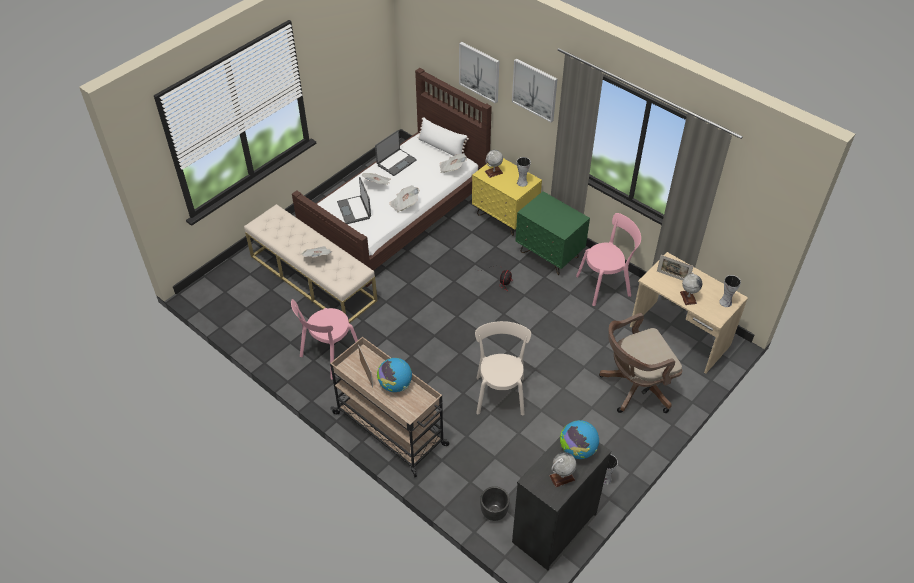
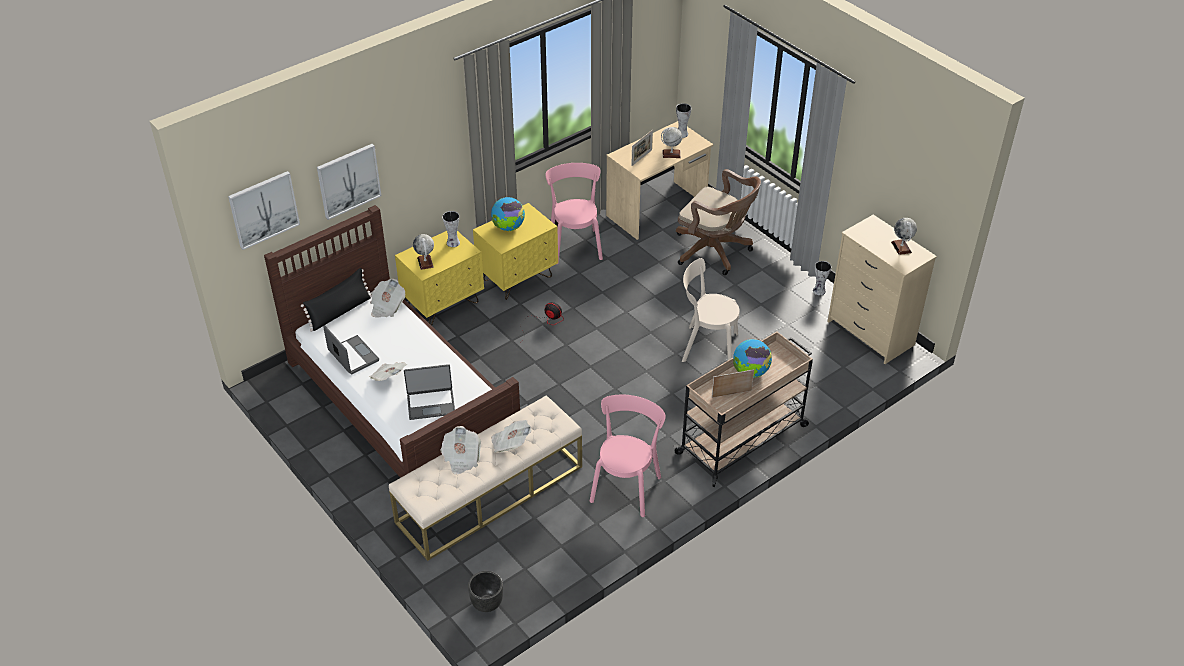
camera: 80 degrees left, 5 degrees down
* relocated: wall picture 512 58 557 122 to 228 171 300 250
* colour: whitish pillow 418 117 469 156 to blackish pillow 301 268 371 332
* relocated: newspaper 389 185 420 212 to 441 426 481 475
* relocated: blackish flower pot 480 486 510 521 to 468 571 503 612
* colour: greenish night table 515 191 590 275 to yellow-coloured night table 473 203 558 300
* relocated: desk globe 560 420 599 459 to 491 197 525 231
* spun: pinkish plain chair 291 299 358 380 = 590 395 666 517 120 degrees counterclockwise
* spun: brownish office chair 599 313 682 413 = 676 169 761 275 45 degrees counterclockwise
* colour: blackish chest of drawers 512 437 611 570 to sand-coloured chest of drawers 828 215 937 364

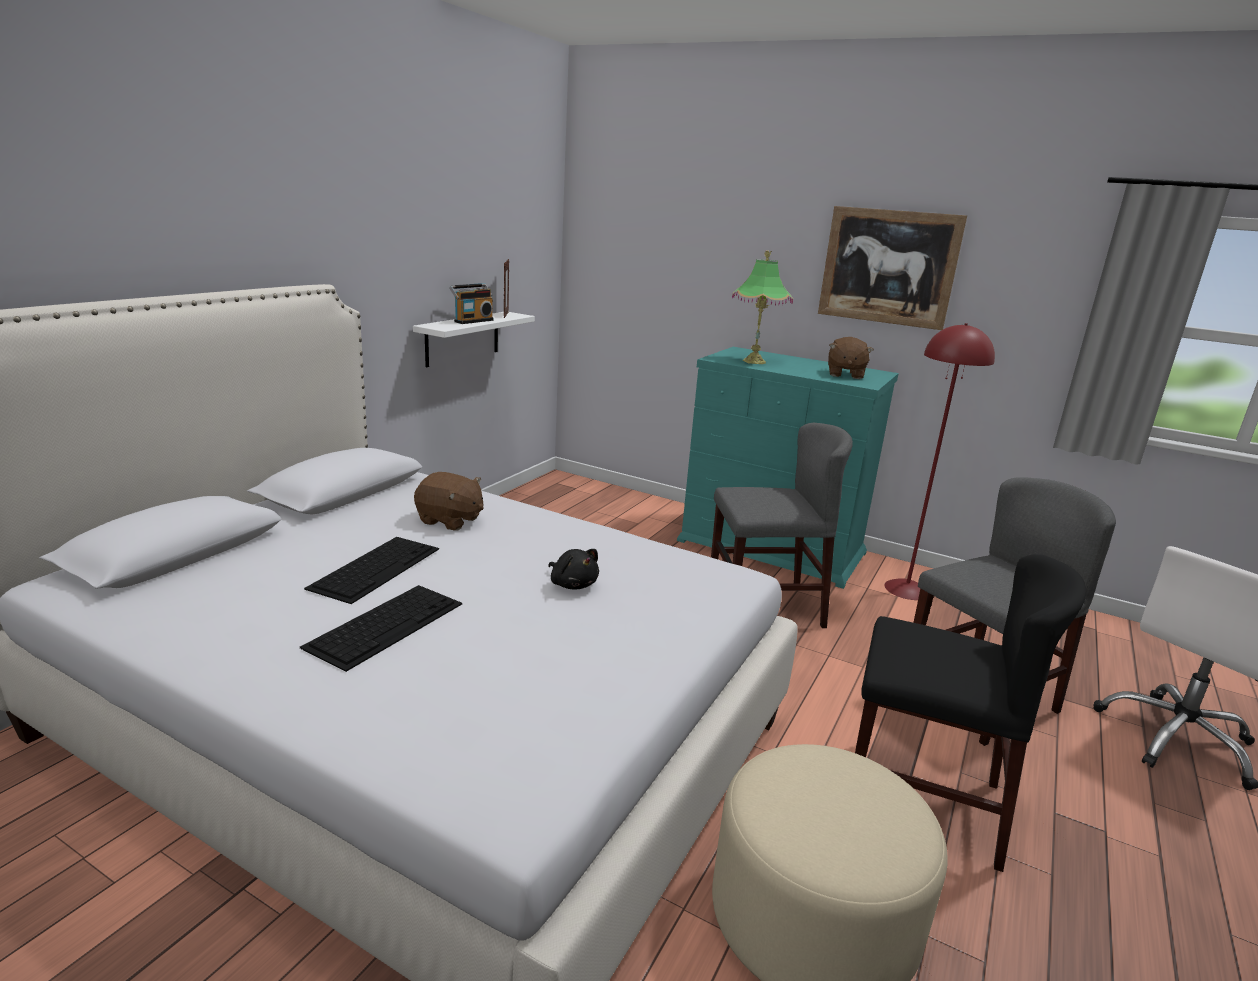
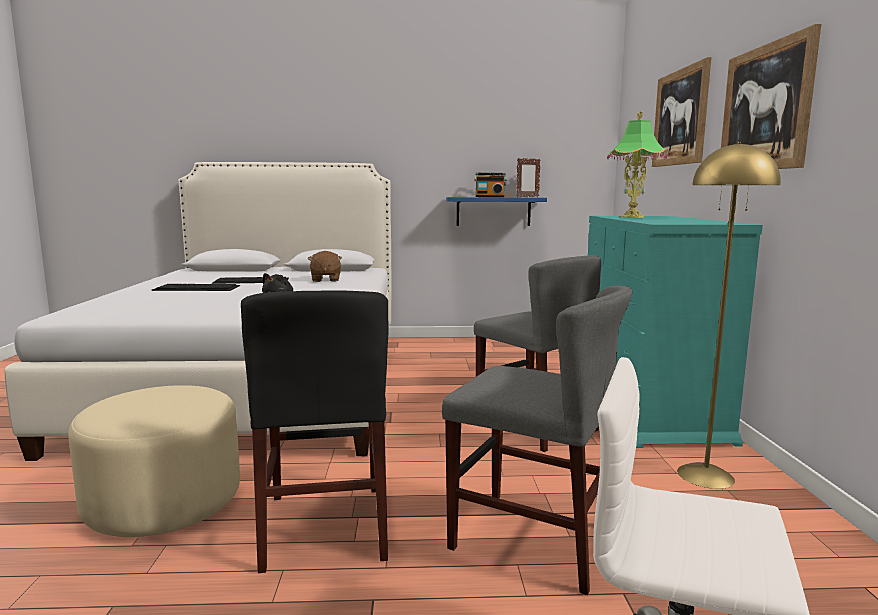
camera: 60 degrees right, 10 degrees down
* colour: whitish bracket shelf 413 312 535 367 to bluish bracket shelf 446 197 547 226
* appeared: wall picture 652 57 711 167
* colour: red floor lamp 884 323 995 600 to yellow-coloured floor lamp 677 142 781 489
* missing: brownish cuddly toy 828 337 874 379

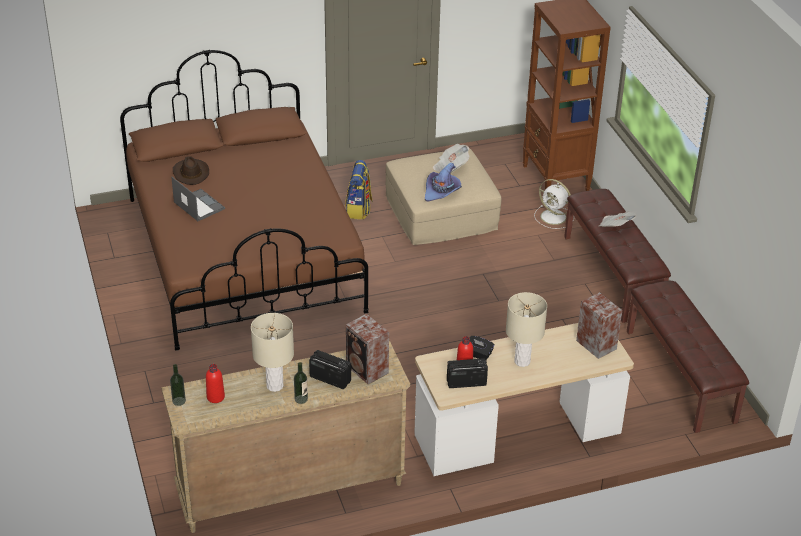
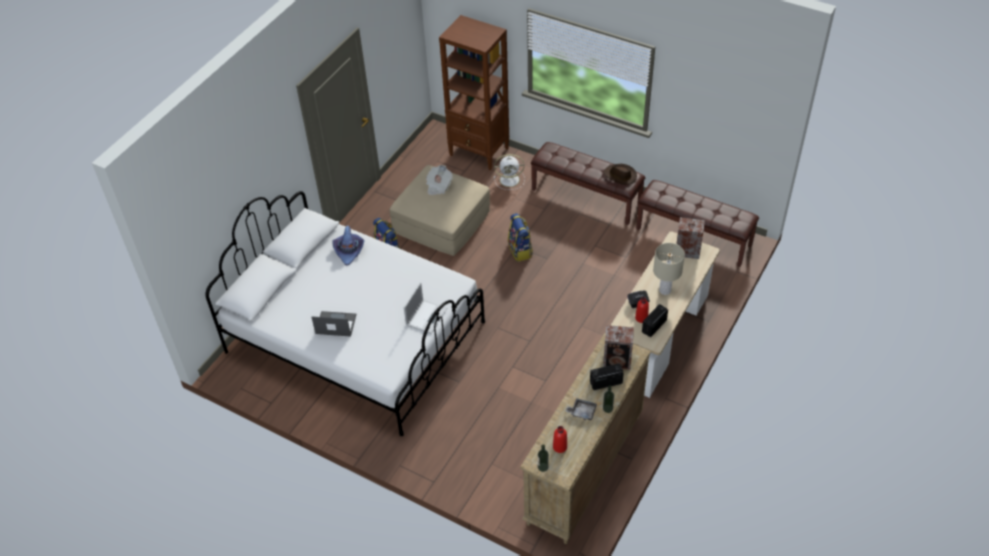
camera: 40 degrees left, 10 degrees up
* colour: brownish bedroom bed 120 50 369 351 to whitish bedroom bed 205 191 485 436
* relocated: purple wearable hat 425 163 462 201 to 332 226 365 265
* appeared: notebook computer 403 282 447 334
* appeared: knapsack 508 213 533 262
* exchanged: sand-coloured lamp for a table 251 313 294 392 to grey serving tray 565 398 597 420
* relocated: brownish wearable hat 173 156 209 185 to 604 164 637 185
* missing: newspaper 599 211 637 227

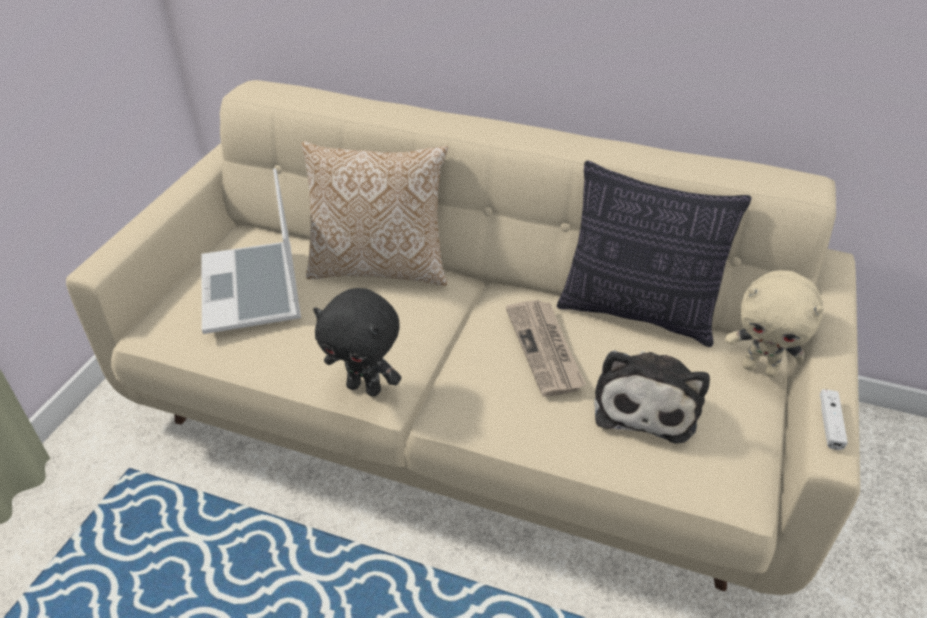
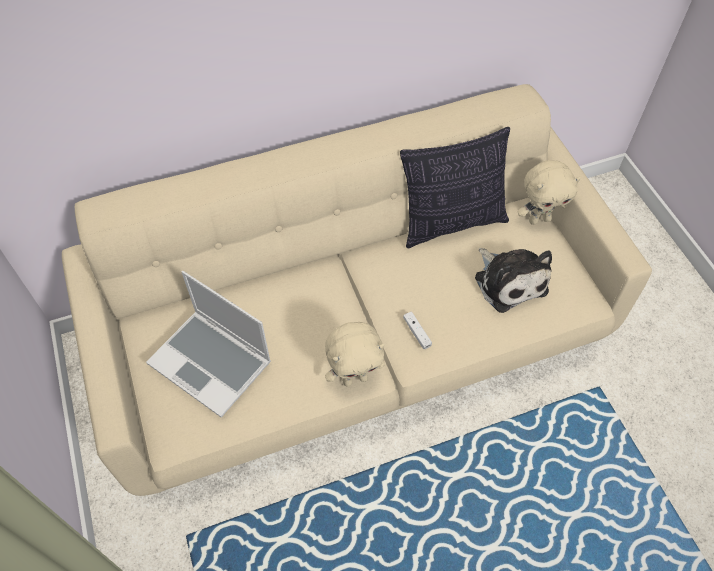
camera: 40 degrees left, 15 degrees up
* colour: blackish cuddly toy 313 288 401 397 to sand-coloured cuddly toy 325 322 385 387
* relocated: whitish joypad 820 389 848 450 to 403 312 432 349
* missing: pillow 301 142 448 286
* missing: newspaper 506 300 586 397

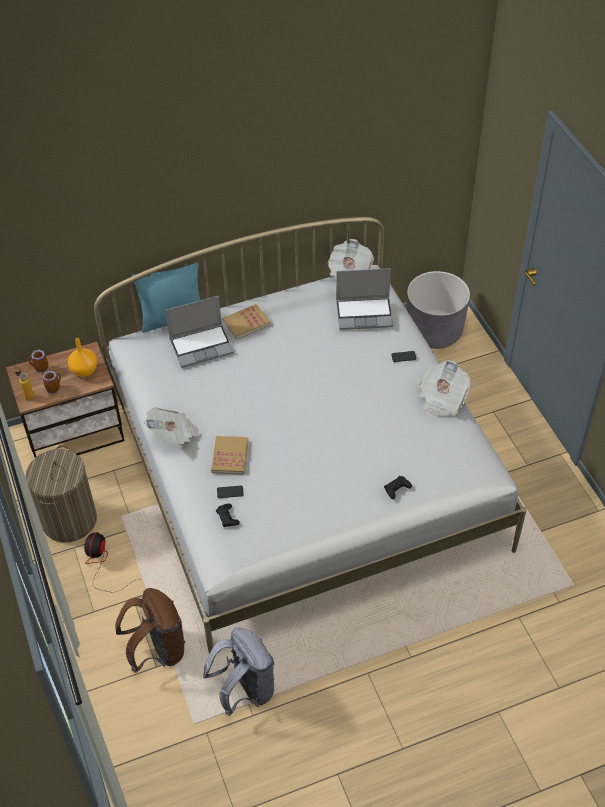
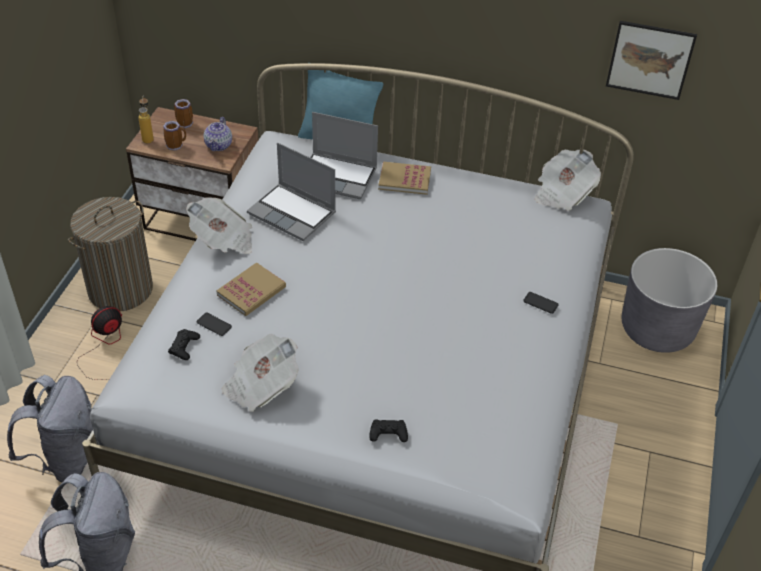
camera: 35 degrees right, 5 degrees down
* colour: brownish knapsack 116 588 185 673 to grey knapsack 7 375 93 482
* exchanged: orange vase 68 338 97 377 to teapot 204 117 232 151
* relocated: newspaper 420 360 471 417 to 222 334 299 412
* relocated: notebook computer 336 268 393 330 to 247 143 336 241
* appeared: wall picture 606 21 697 100

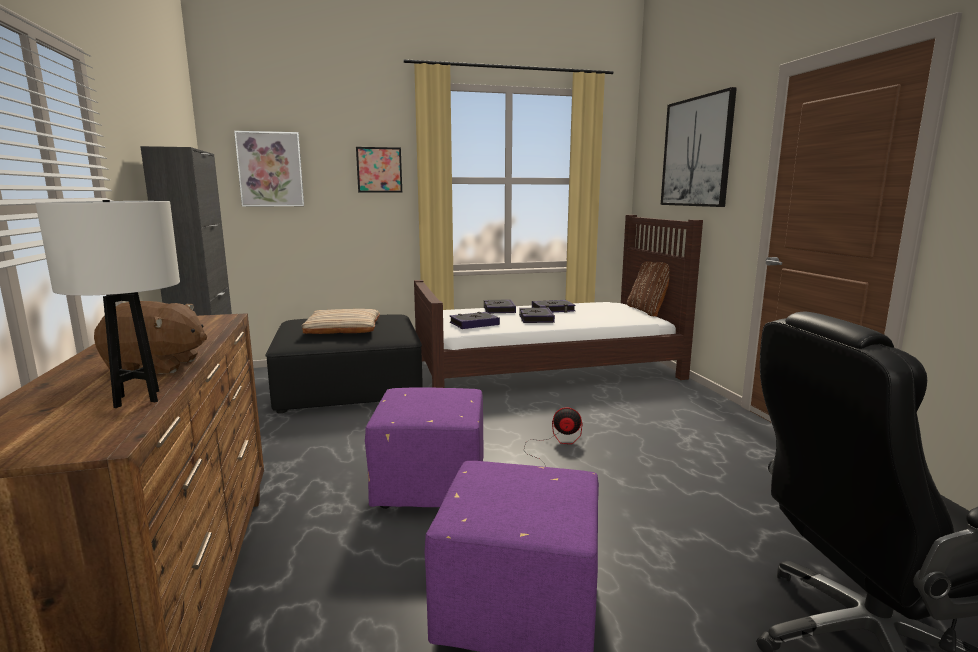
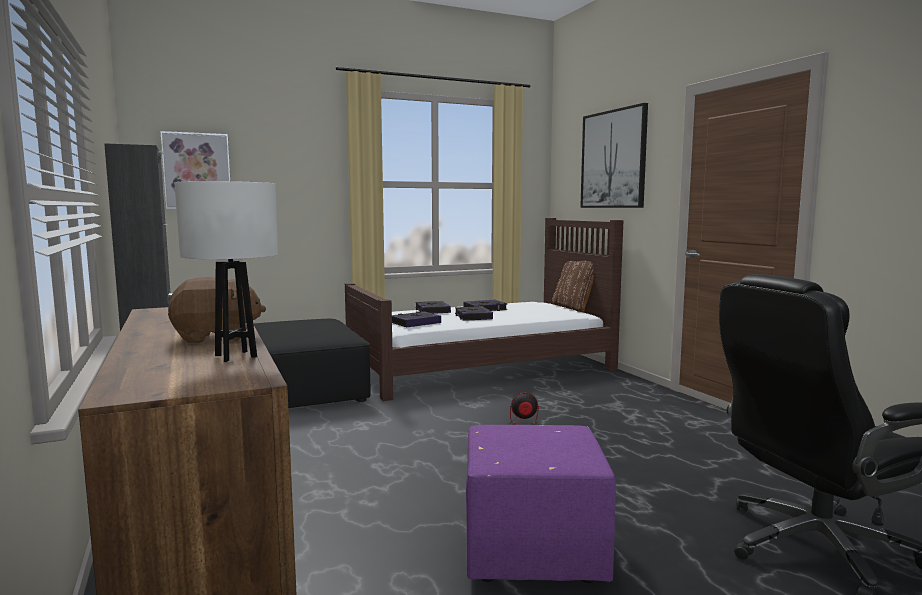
camera: 10 degrees left, 5 degrees down
* missing: sand-coloured pillow 302 309 380 334
* missing: wall picture 356 147 402 192
* missing: purple pouffe 365 387 483 509

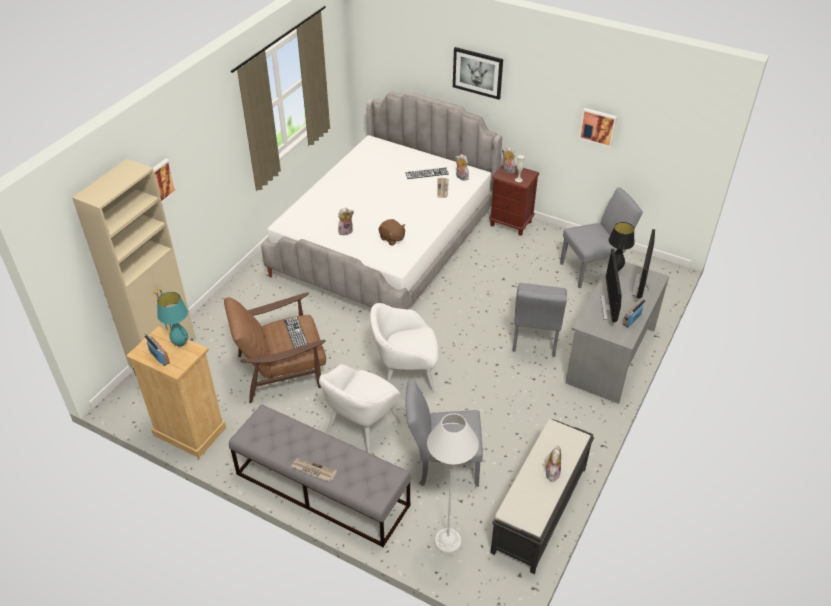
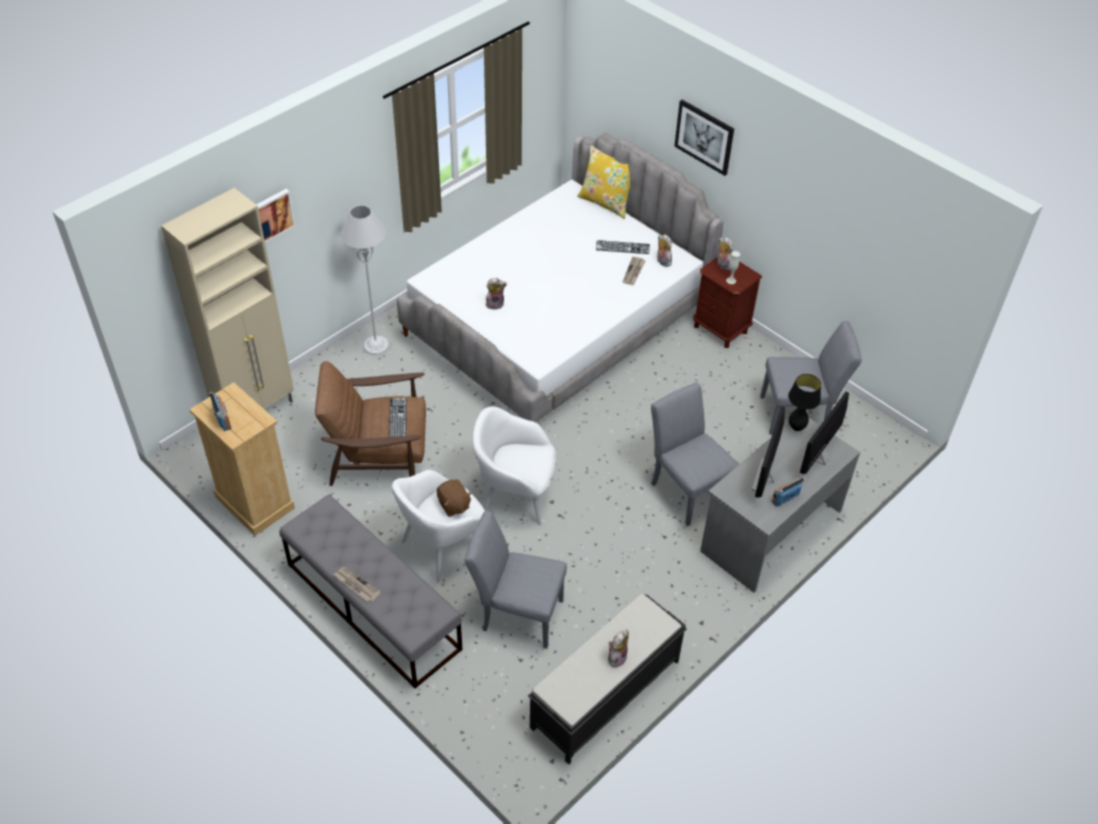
camera: 15 degrees right, 5 degrees up
* relocated: grey floor lamp 427 413 479 554 to 340 205 389 355
* relocated: brownish cuddly toy 379 219 405 245 to 437 480 472 516
* appeared: yellow-coloured pillow 577 145 630 219
* spun: grey plain chair 513 283 567 357 = 651 382 739 526 120 degrees clockwise
* missing: turquoise lamp for a table 157 292 188 347
* missing: wall picture 579 108 617 148

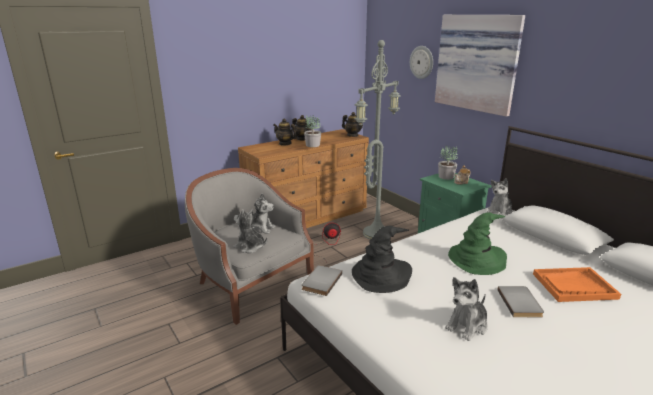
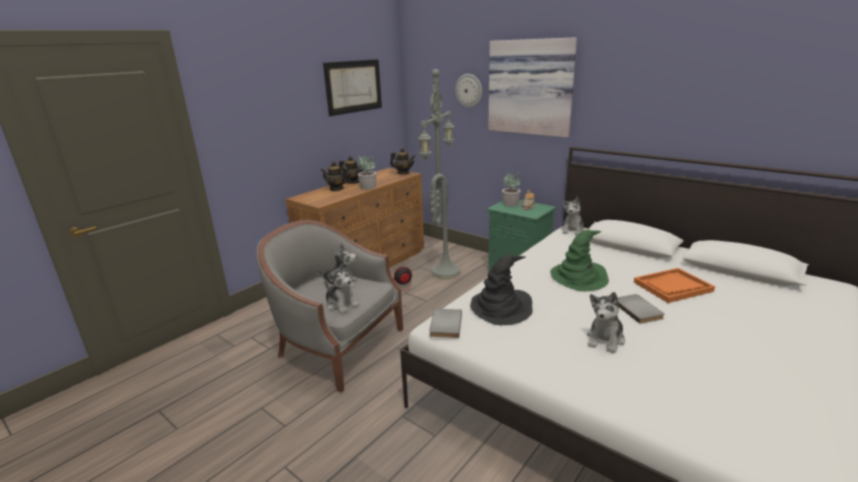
camera: 15 degrees left, 0 degrees up
* appeared: wall picture 323 59 382 116
* spun: cuddly toy 233 209 267 253 = 325 263 359 314 150 degrees counterclockwise

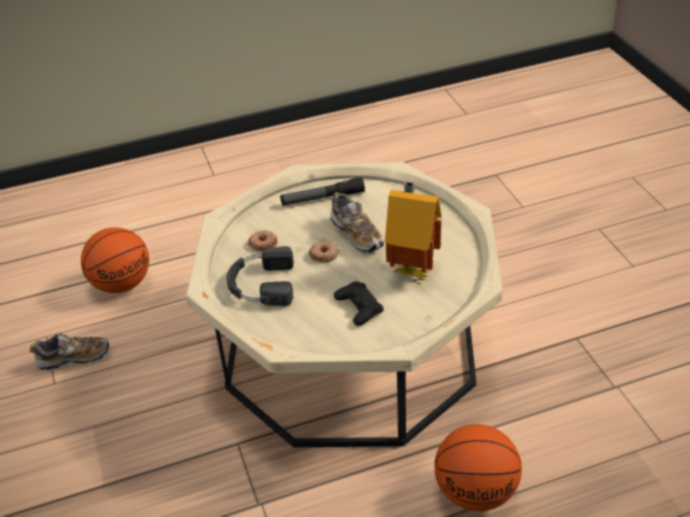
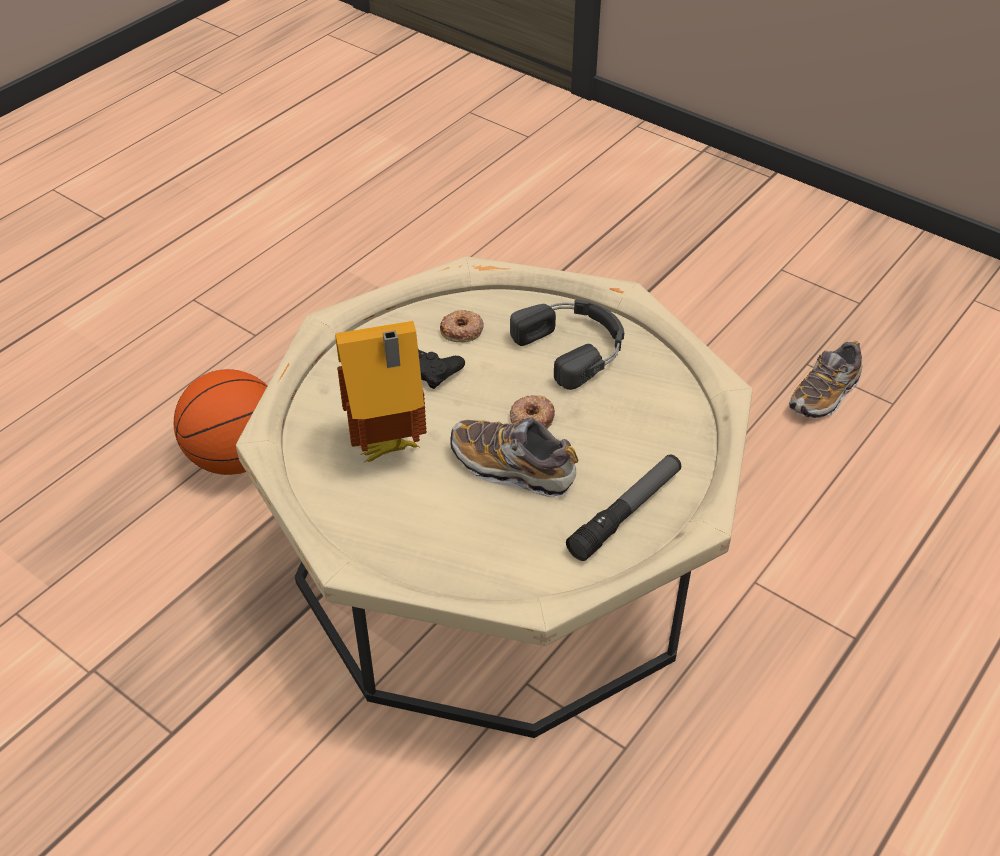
camera: 145 degrees right, 5 degrees up
* relocated: ring doughnut 248 230 277 252 to 440 310 484 342
* missing: basketball 81 227 149 293

